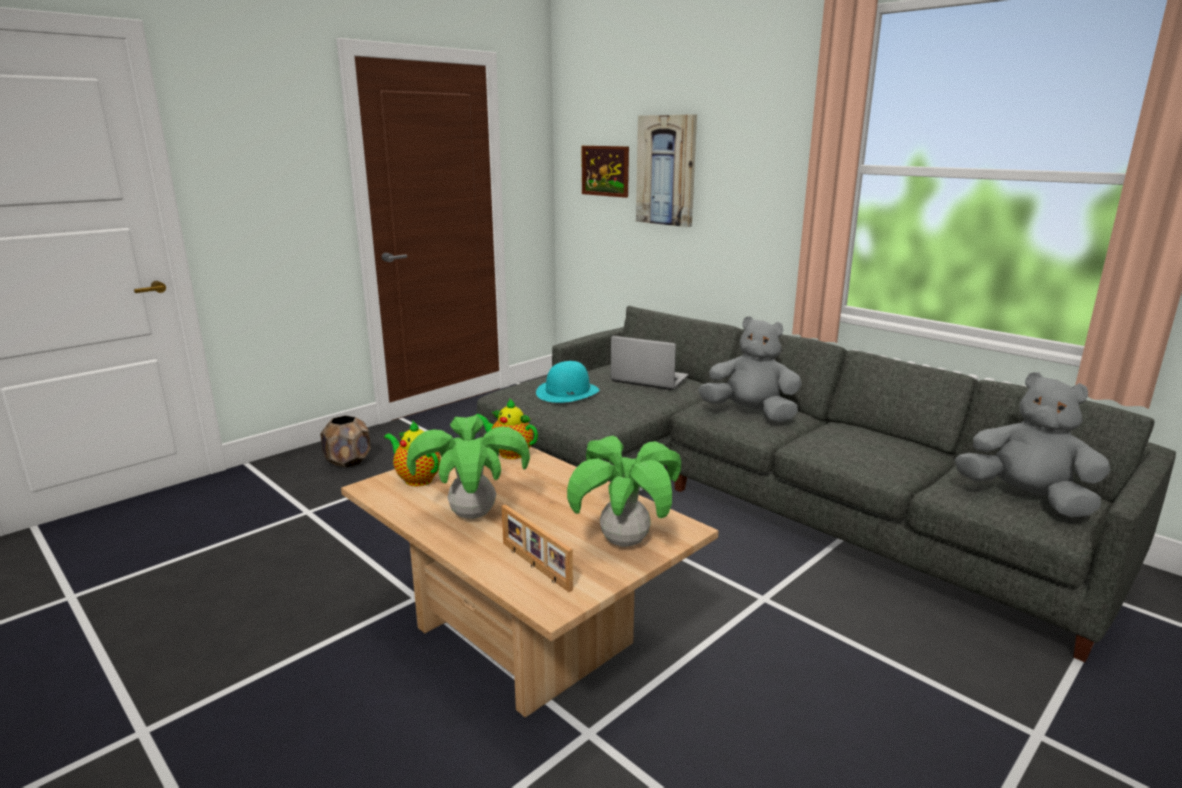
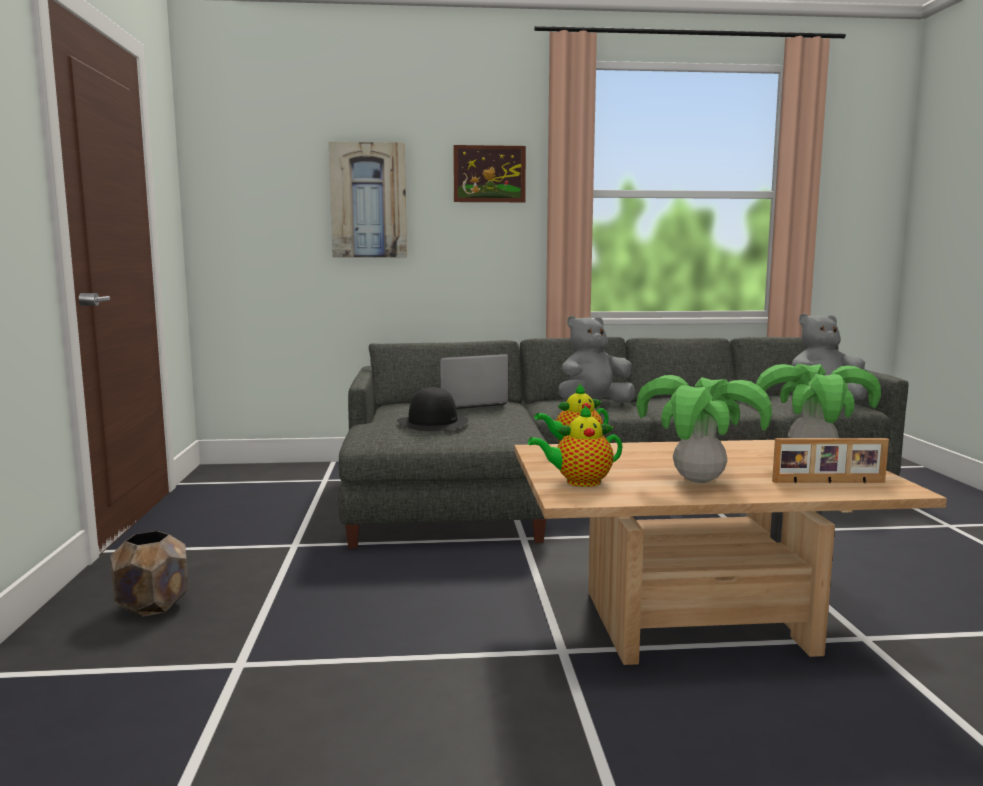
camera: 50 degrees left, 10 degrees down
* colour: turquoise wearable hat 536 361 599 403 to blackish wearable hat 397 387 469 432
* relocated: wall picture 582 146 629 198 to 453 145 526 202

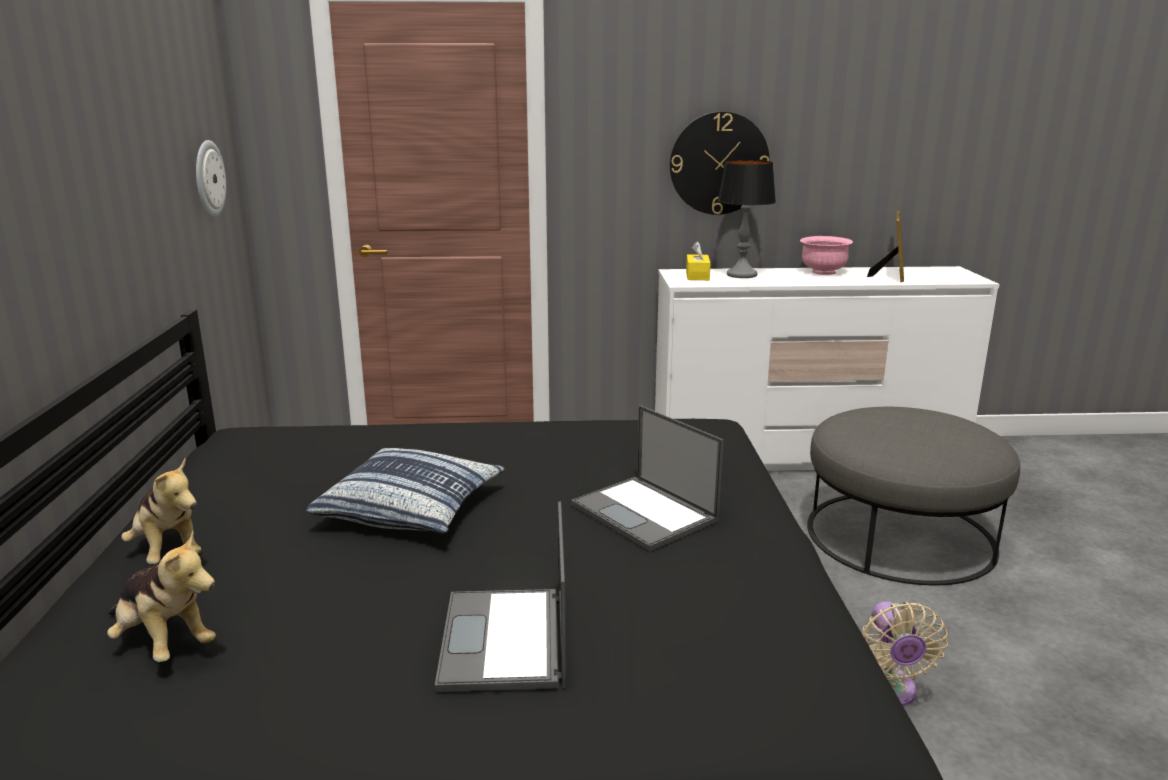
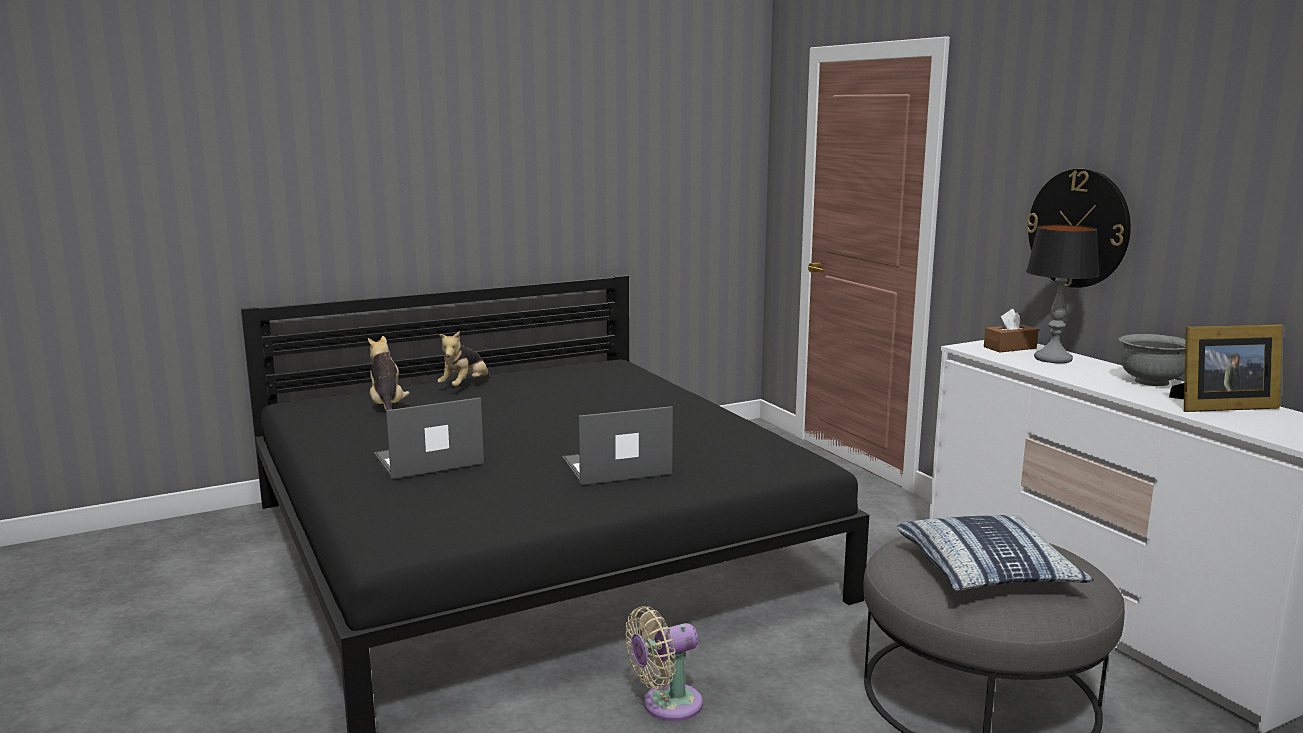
camera: 65 degrees right, 5 degrees down
* spun: cuddly toy 107 531 216 662 = 368 336 410 410 150 degrees clockwise
* spun: notebook computer 571 405 723 551 = 562 406 673 485 45 degrees clockwise
* relocated: pillow 306 448 505 534 to 897 515 1094 591
* colour: yellow-coloured tissue holder 686 241 711 280 to brownish tissue holder 984 309 1039 352
* colour: pinkish serving bowl 800 236 853 275 to grey serving bowl 1119 334 1185 386
* missing: clock on the wall 196 140 226 217

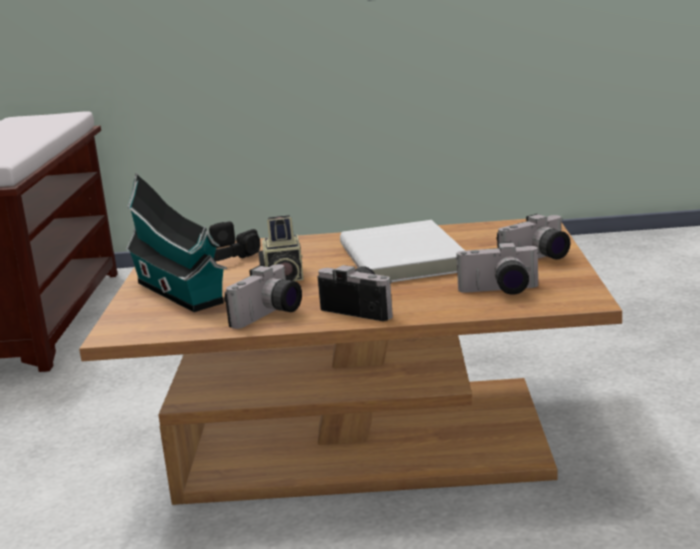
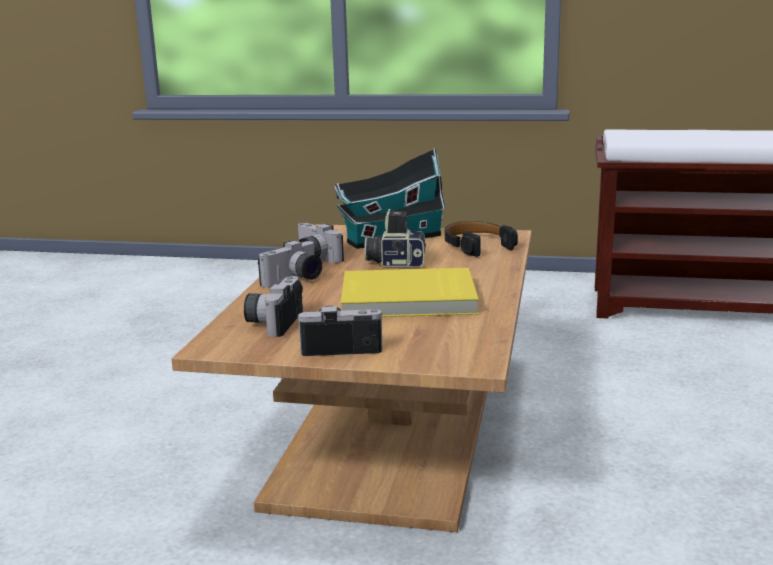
camera: 100 degrees right, 0 degrees up
* spun: photo camera 497 214 570 260 = 297 306 383 356 105 degrees clockwise
* colour: whitish bound book 340 220 465 282 to yellow-coloured bound book 341 268 479 317

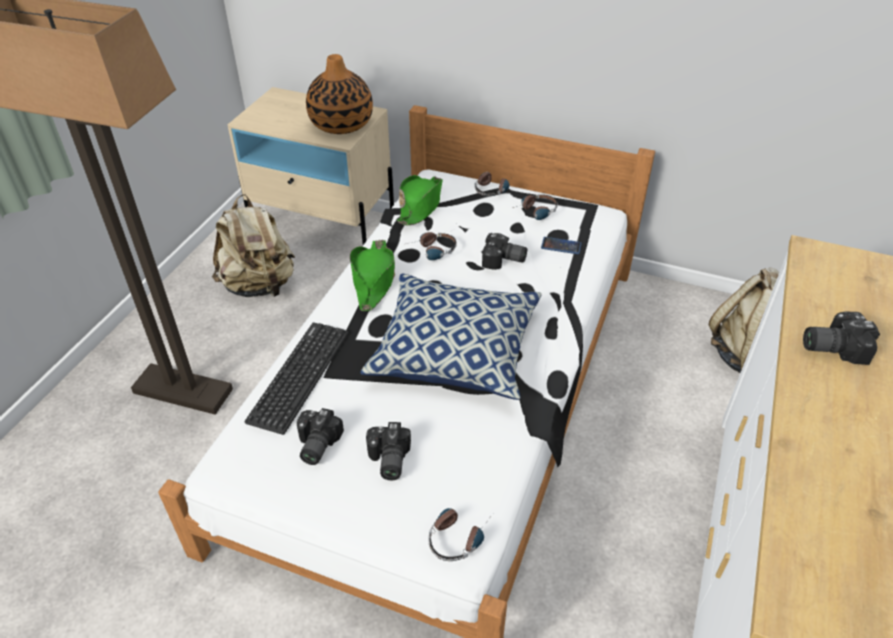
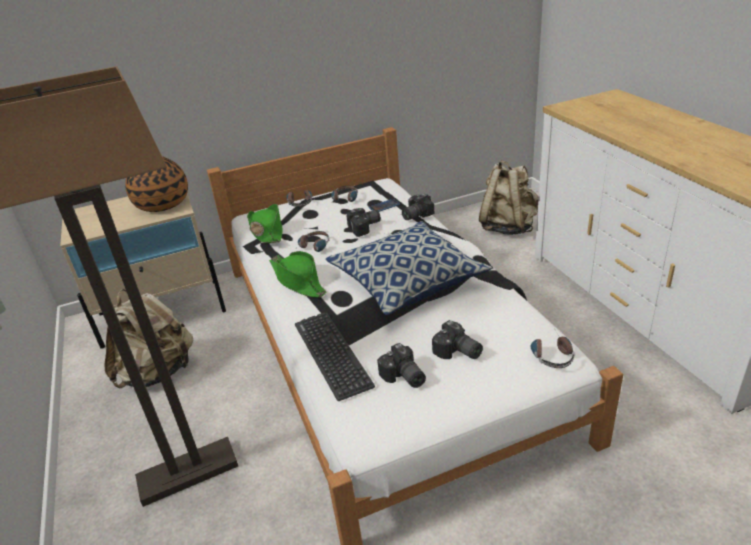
camera: 40 degrees left, 10 degrees down
* relocated: photo camera 803 311 880 365 to 402 194 434 220

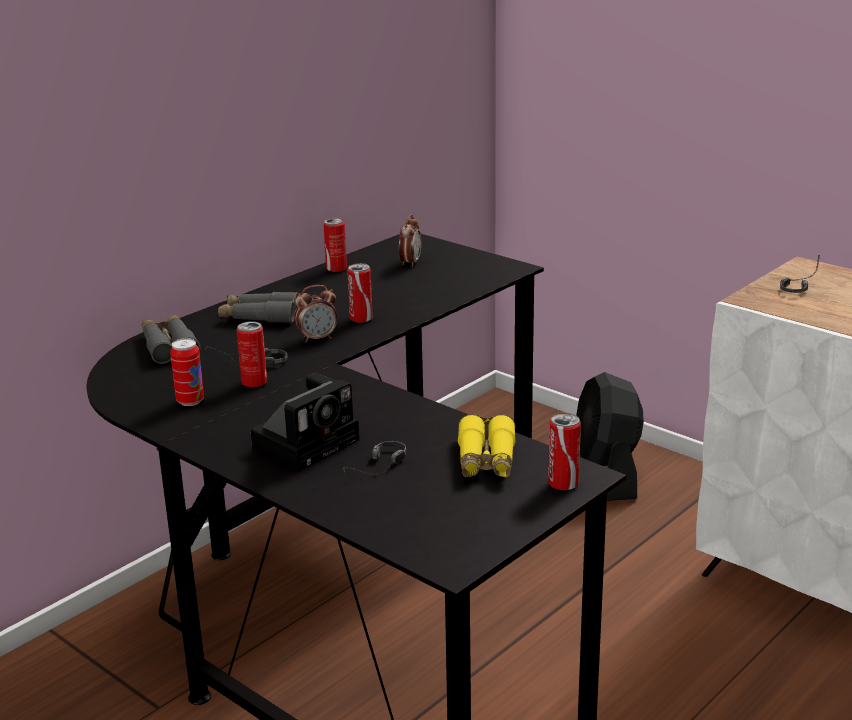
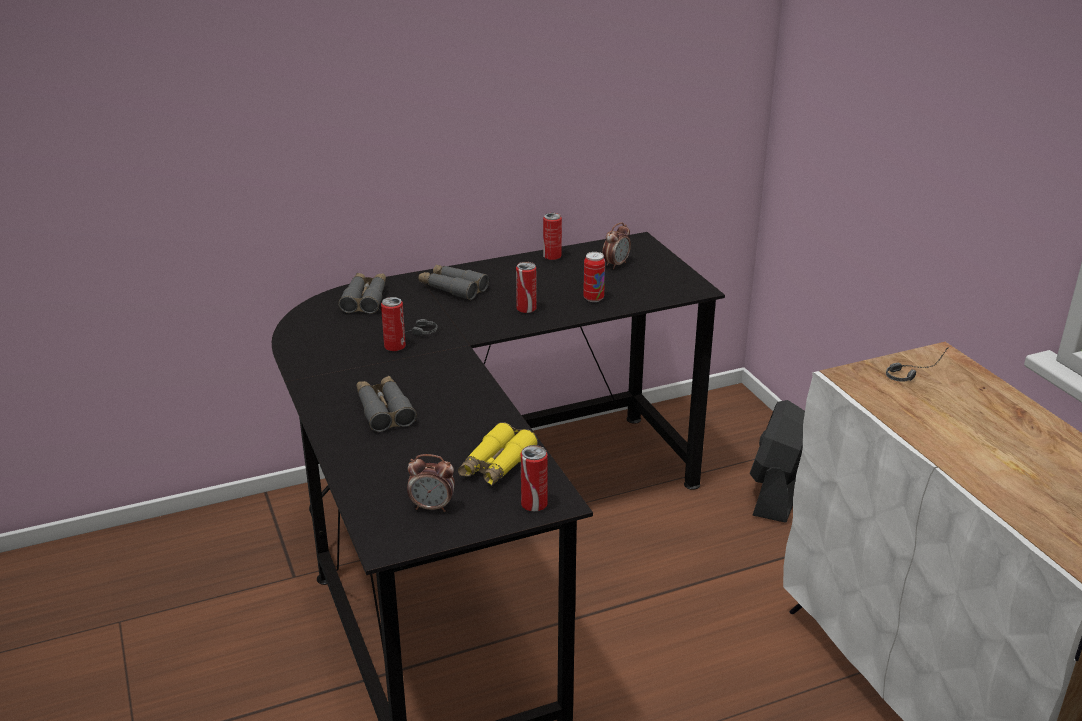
camera: 25 degrees right, 5 degrees up
* exchanged: photo camera 251 373 359 472 to grey field glasses 356 376 417 432
* relocated: bedside clock 294 285 337 343 to 407 454 455 512
* relocated: metal can 170 338 204 406 to 583 252 605 302
* missing: headset 343 441 406 475

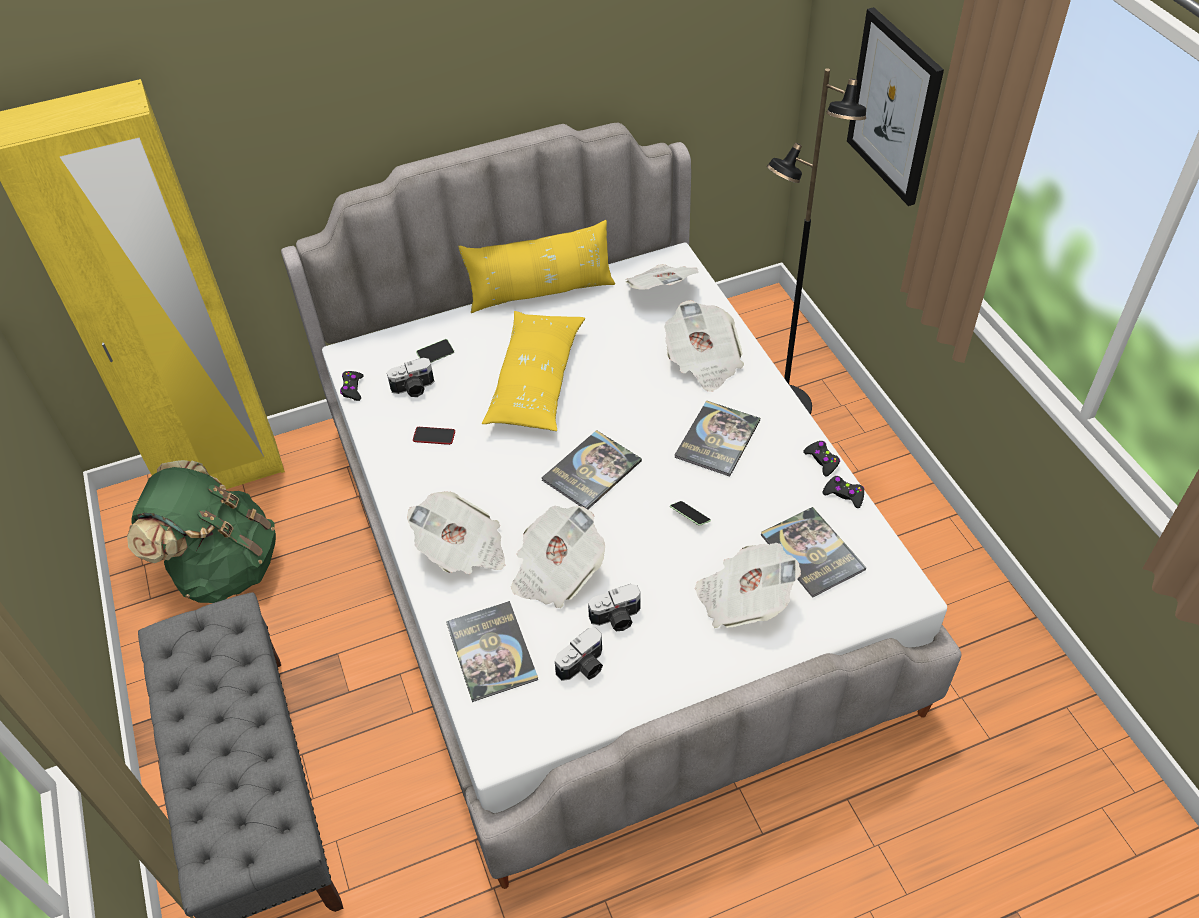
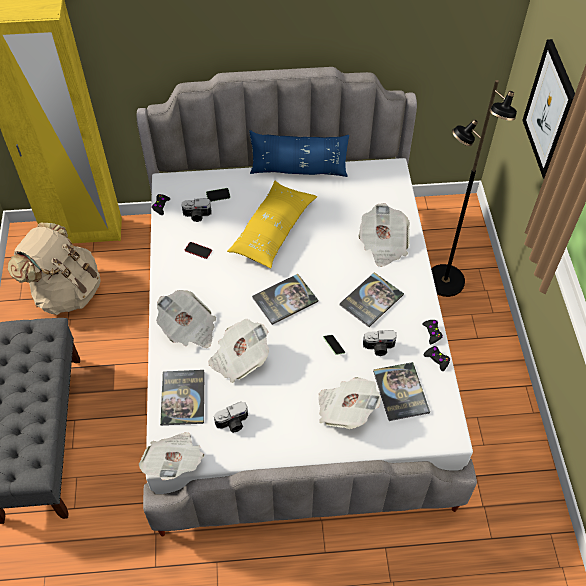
camera: 15 degrees right, 5 degrees up
* colour: greenish knapsack 127 460 276 603 to sand-coloured knapsack 8 223 101 315
* relocated: newspaper 625 264 699 290 to 139 432 204 480
* colour: yellow-coloured pillow 458 220 615 313 to bluish pillow 249 130 349 177
* relocated: photo camera 588 584 641 631 to 363 330 397 356

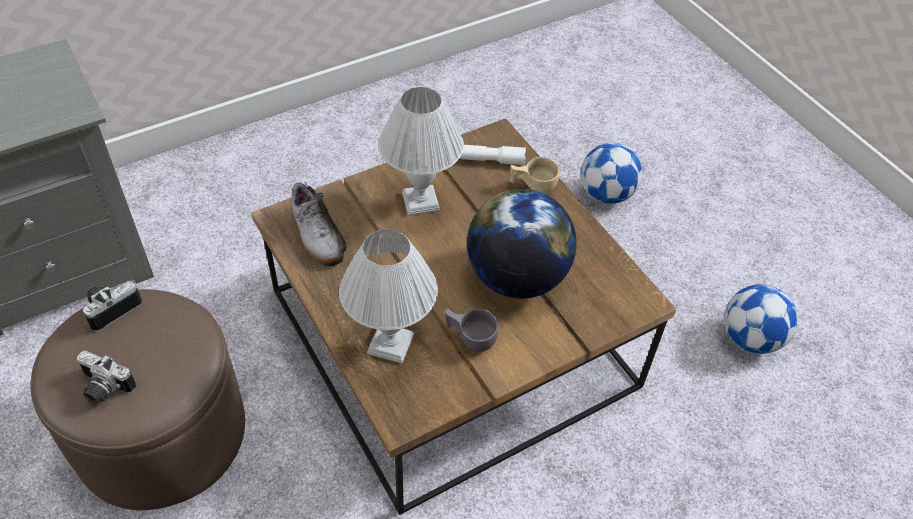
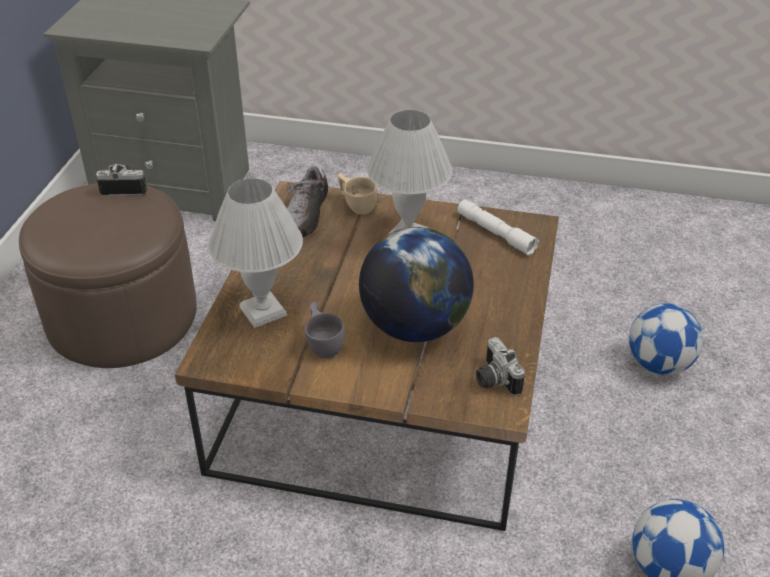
camera: 45 degrees right, 10 degrees down
* relocated: sand-coloured cup 509 157 559 194 to 338 173 377 215
* relocated: photo camera 77 351 136 404 to 476 337 525 396

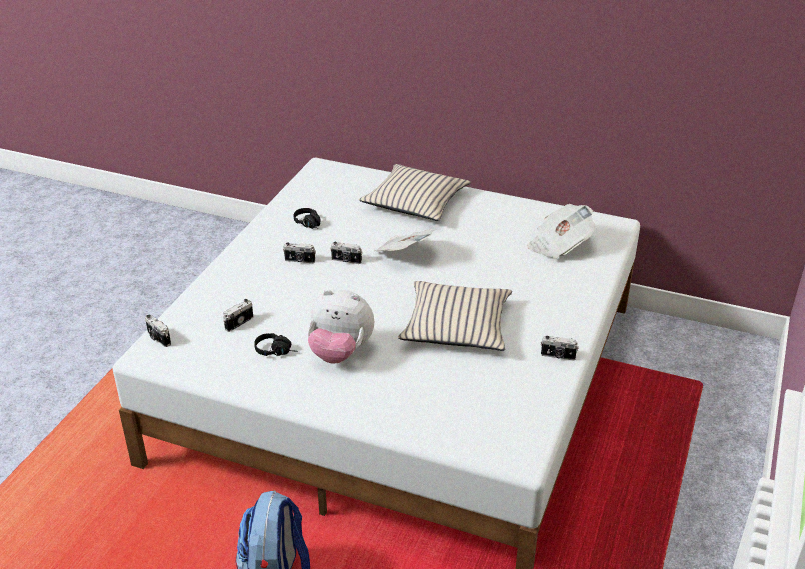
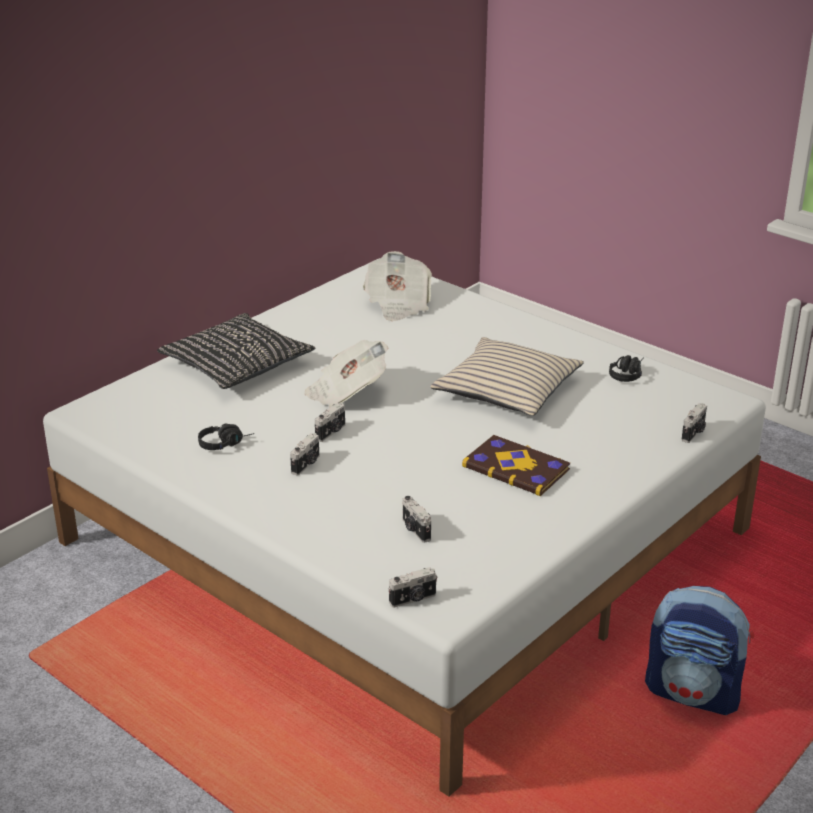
camera: 70 degrees left, 5 degrees down
* colour: sand-coloured pillow 359 164 471 221 to blackish pillow 157 313 315 389
* exchanged: cuddly toy 308 289 374 364 to bound book 462 435 570 496
* relocated: blackish headset 254 333 298 356 to 609 355 644 382
* relocated: photo camera 541 336 579 360 to 681 403 707 443

